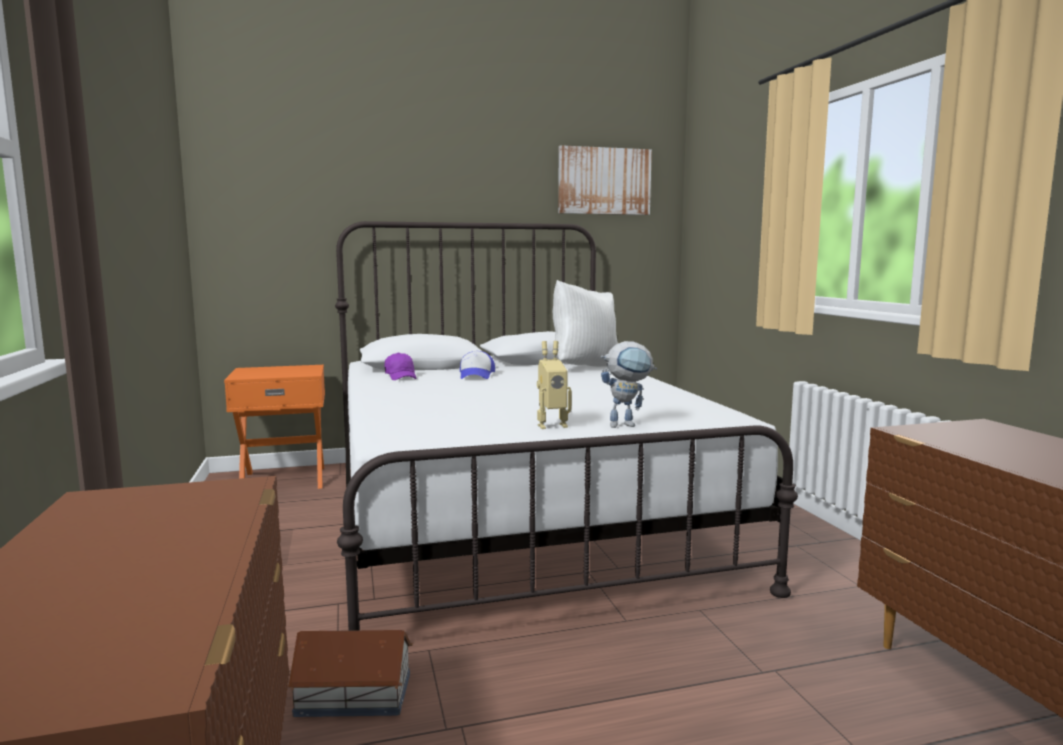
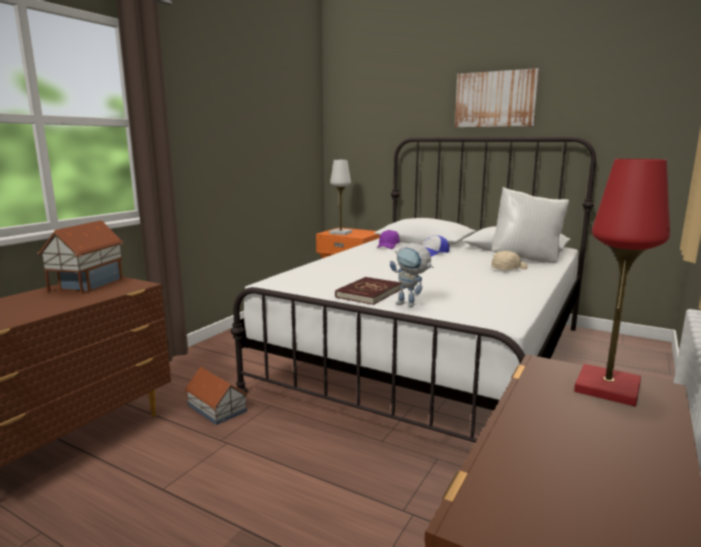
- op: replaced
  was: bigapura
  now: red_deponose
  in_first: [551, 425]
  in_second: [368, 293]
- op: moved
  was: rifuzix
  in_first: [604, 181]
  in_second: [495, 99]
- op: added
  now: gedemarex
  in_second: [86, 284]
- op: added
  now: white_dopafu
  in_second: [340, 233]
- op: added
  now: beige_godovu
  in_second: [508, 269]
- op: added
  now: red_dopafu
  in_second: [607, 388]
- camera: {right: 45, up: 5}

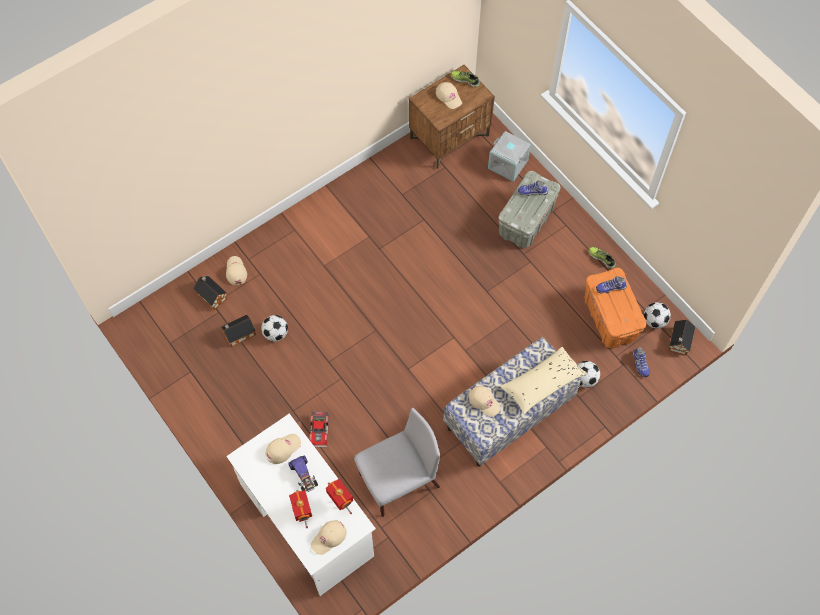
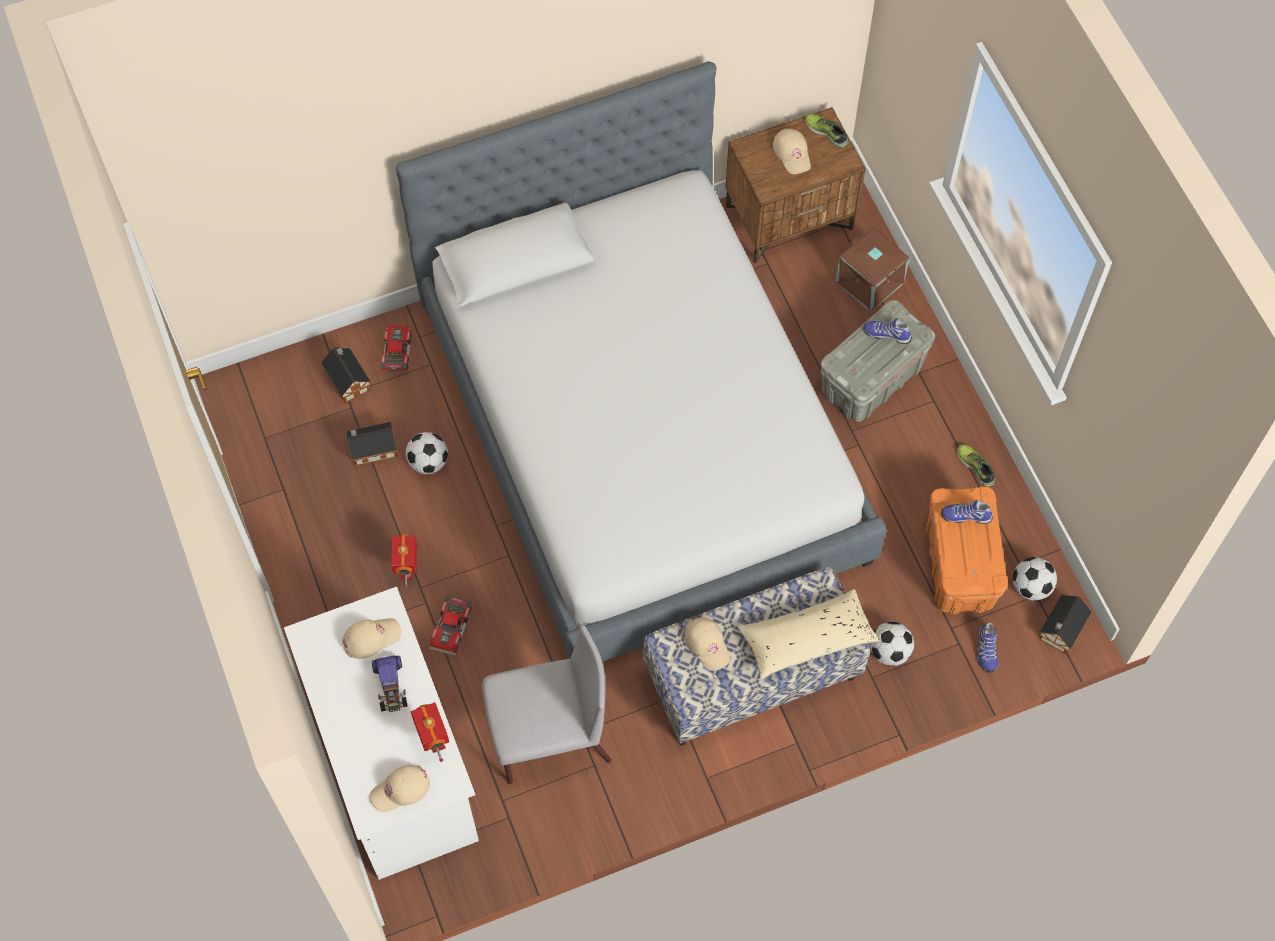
- op: replaced
  was: beige_godovu
  now: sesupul
  in_first: [235, 271]
  in_second: [395, 351]
- op: moved
  was: bigapura
  in_first: [303, 514]
  in_second: [408, 571]
- op: recoloured
  was: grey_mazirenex
  now: brown_mazirenex
  in_first: [508, 164]
  in_second: [870, 282]
- op: added
  now: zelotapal
  in_second: [642, 433]
- camera: {right: 15, up: 0}

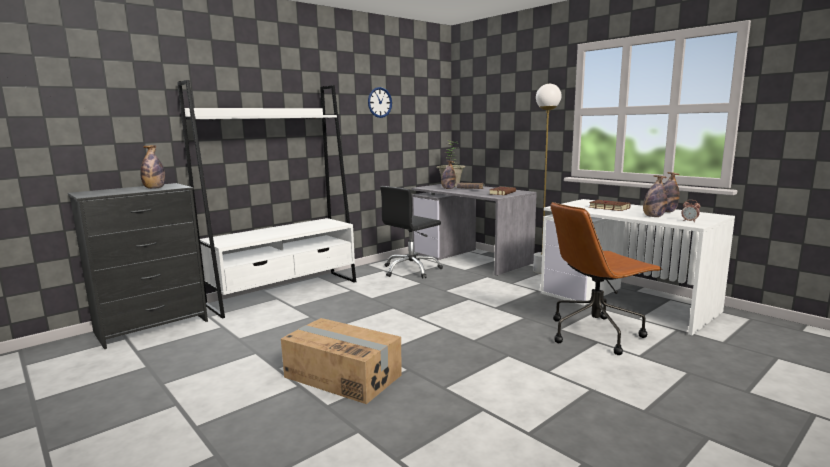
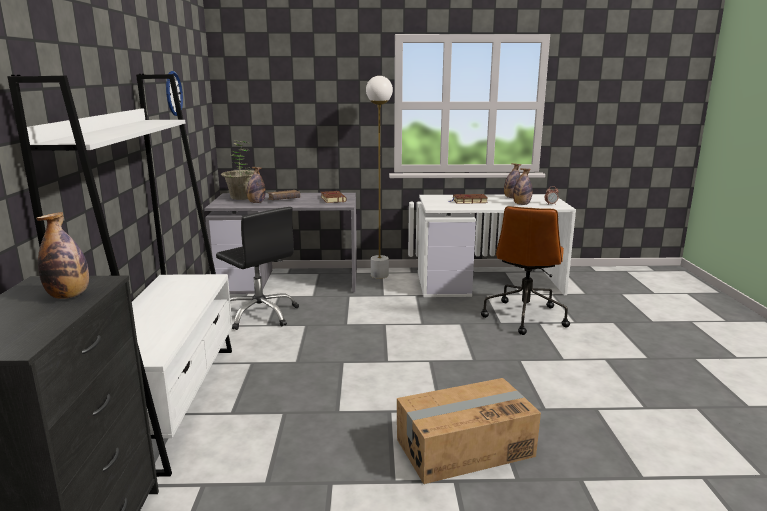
- op: turned
  was: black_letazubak
  in_first: [411, 270]
  in_second: [260, 314]
  clockwise: -45
- camera: {right: -50, up: 5}

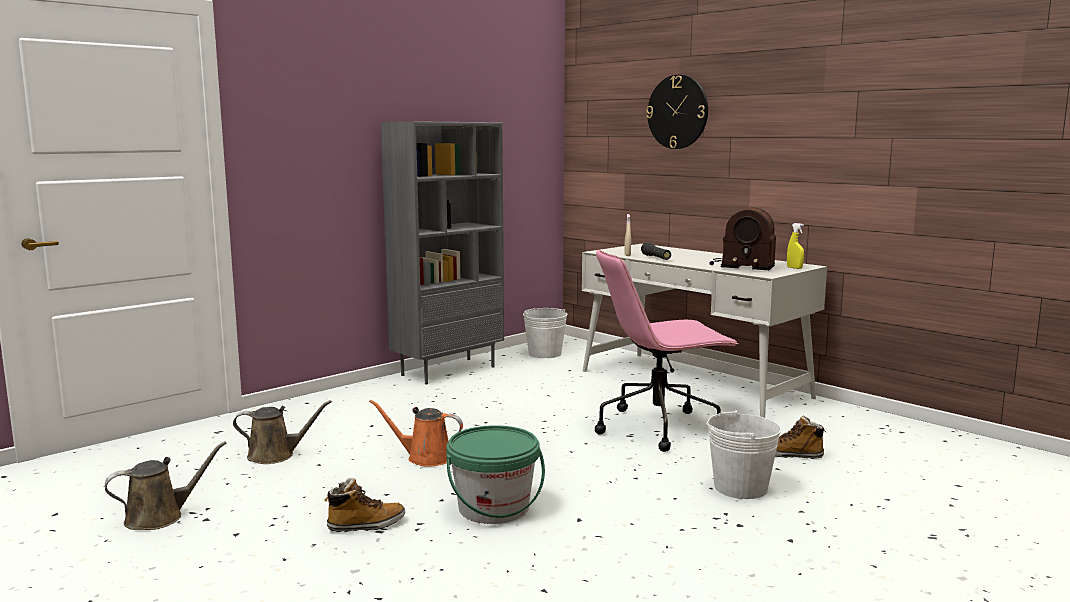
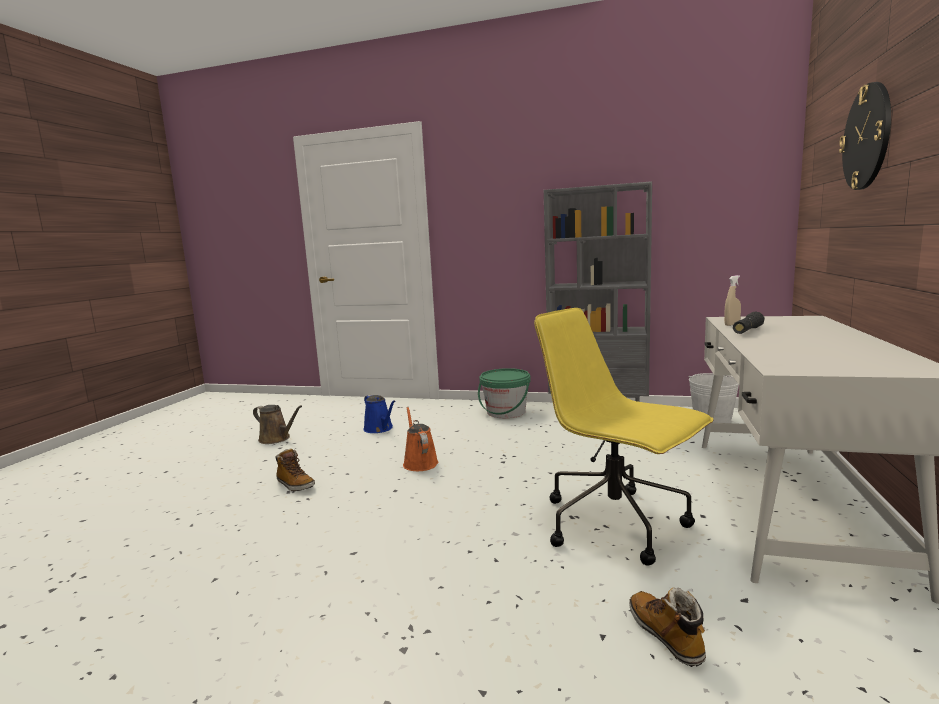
- op: recoloured
  was: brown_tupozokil
  now: blue_tupozokil
  in_first: [276, 455]
  in_second: [379, 429]
- op: moved
  was: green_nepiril
  in_first: [494, 508]
  in_second: [506, 412]
- op: recoloured
  was: pink_letazubak
  now: yellow_letazubak
  in_first: [659, 428]
  in_second: [616, 524]
- op: removed
  was: white_nepiril
  in_first: [740, 488]
- op: removed
  was: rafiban
  in_first: [741, 265]
- op: removed
  was: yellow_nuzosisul
  in_first: [794, 268]
- camera: {right: 60, up: 0}

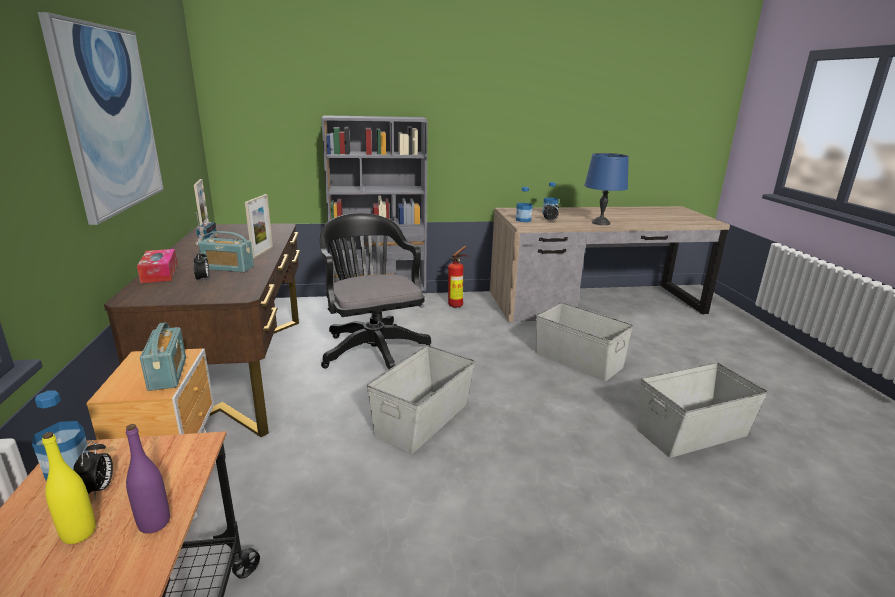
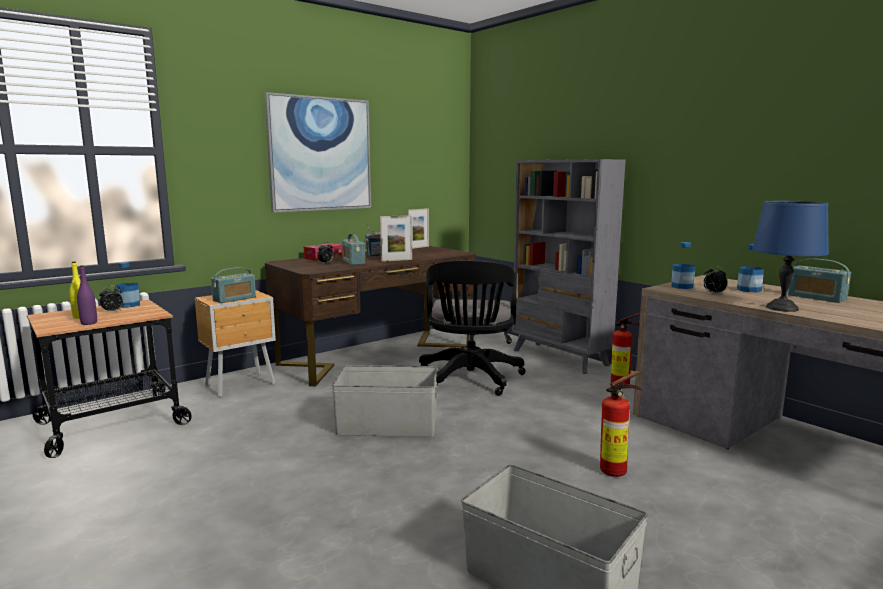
- op: turned
  was: black_letazubak
  in_first: [372, 349]
  in_second: [470, 379]
  clockwise: 150
- op: replaced
  was: grey_mazirenex
  now: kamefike
  in_first: [578, 359]
  in_second: [617, 472]
- op: added
  now: rafiban
  in_second: [816, 297]
- camera: {right: 60, up: -10}

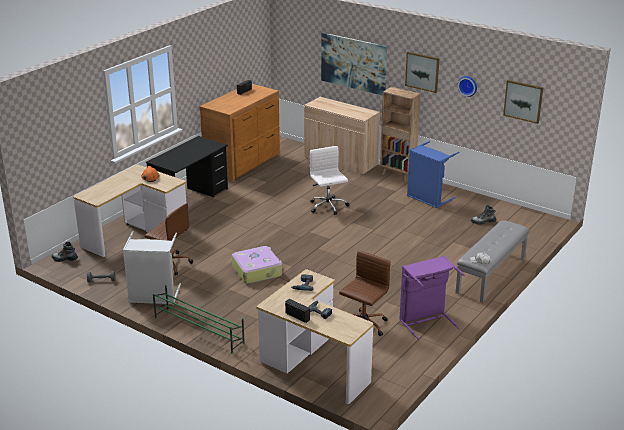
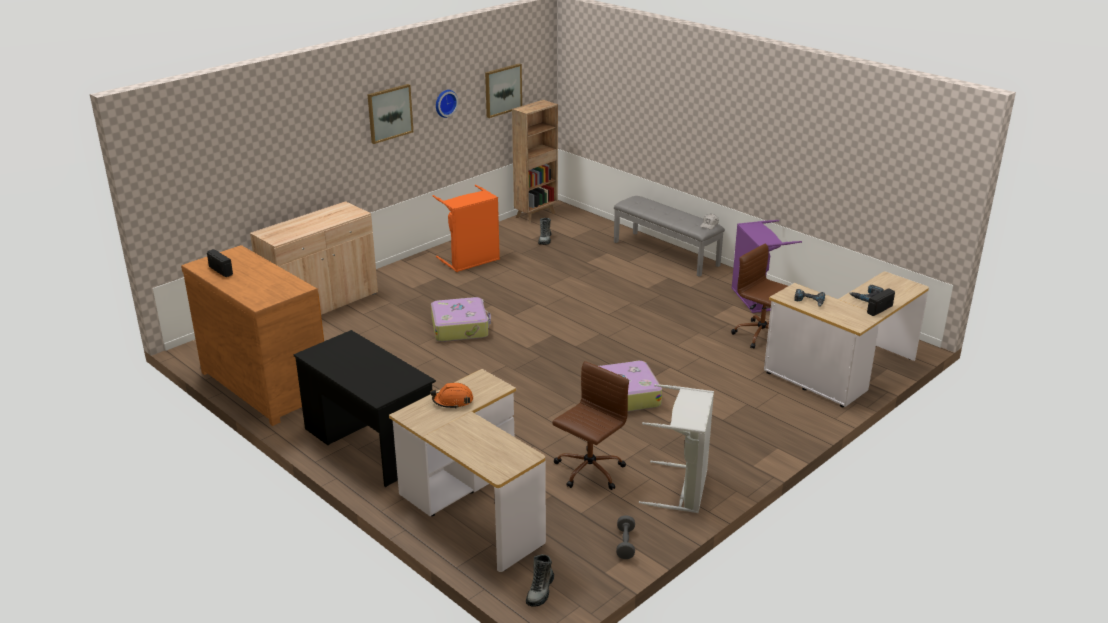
- op: removed
  was: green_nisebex
  in_first: [198, 330]
- op: replaced
  was: white_letazubak
  now: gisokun
  in_first: [328, 207]
  in_second: [460, 327]
- op: removed
  was: rifuzix
  in_first: [353, 63]
- op: moved
  was: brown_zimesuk
  in_first: [397, 175]
  in_second: [536, 215]
- op: recoloured
  was: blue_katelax
  now: orange_katelax
  in_first: [428, 198]
  in_second: [471, 261]
- camera: {right: -80, up: 0}

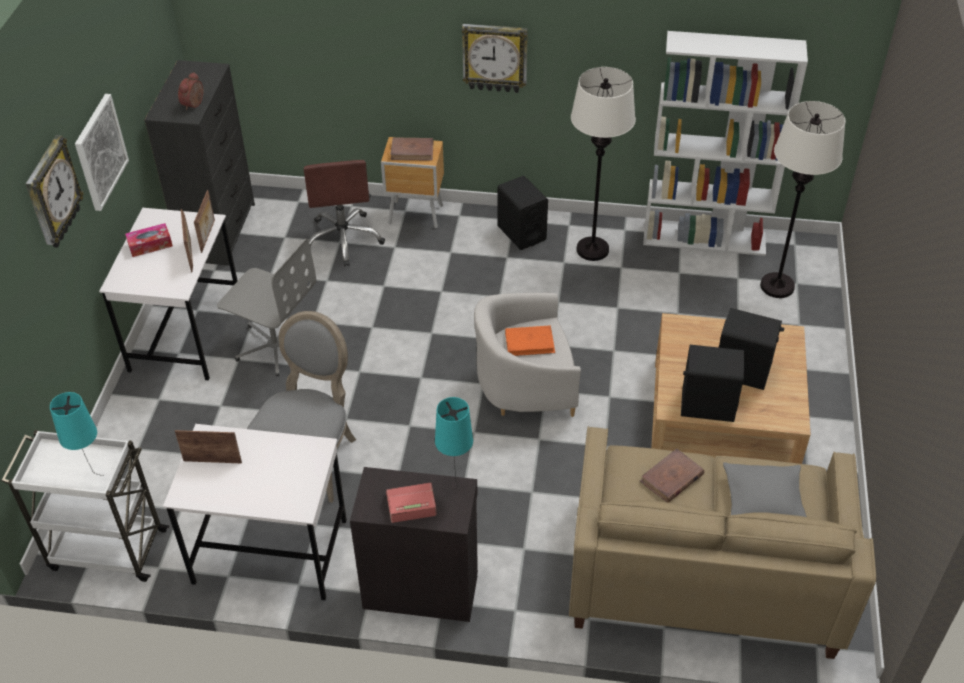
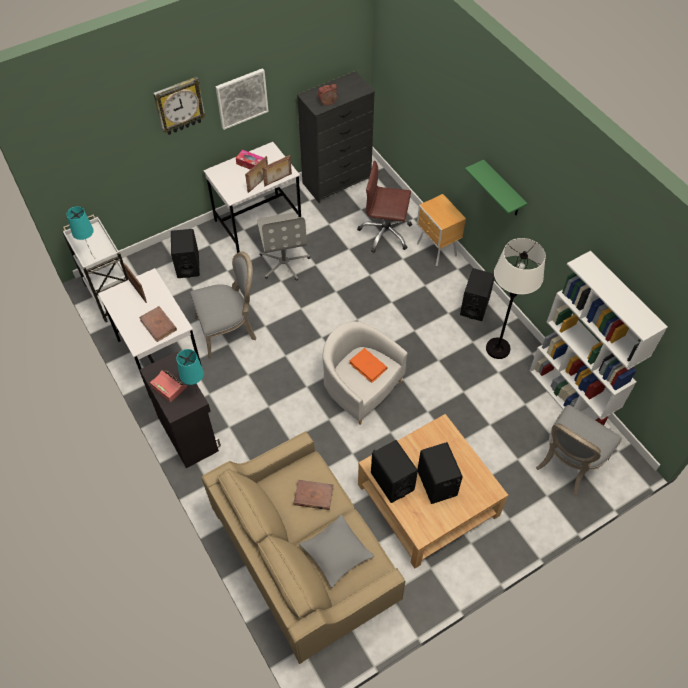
- op: turned
  was: brown_letazubak
  in_first: [344, 239]
  in_second: [385, 233]
  clockwise: 60
- op: moved
  was: brown_deponose
  in_first: [412, 151]
  in_second: [158, 325]
- op: replaced
  was: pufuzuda
  now: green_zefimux
  in_first: [495, 57]
  in_second: [503, 190]
- op: replaced
  was: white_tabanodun
  now: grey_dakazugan
  in_first: [777, 286]
  in_second: [568, 463]
- op: added
  now: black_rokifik
  in_second: [188, 265]
- camera: {right: 50, up: 10}

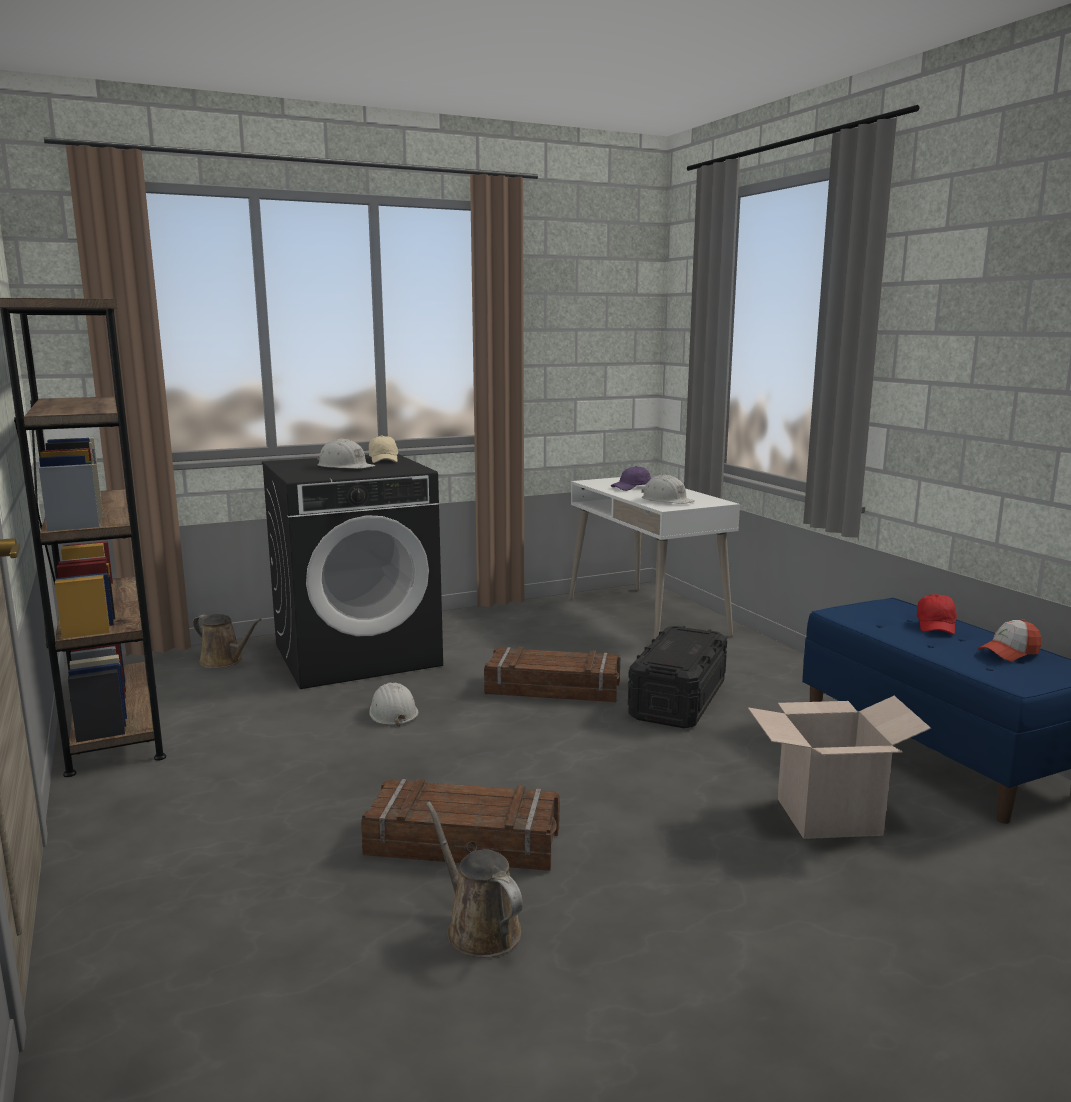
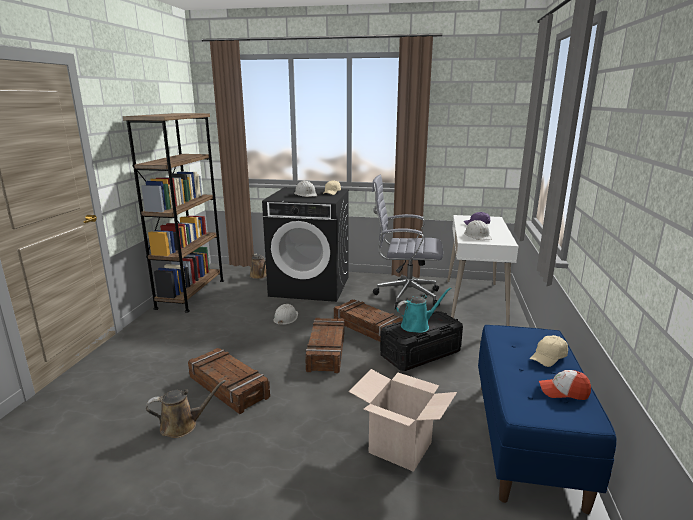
- op: turned
  was: brown_tupozokil
  in_first: [479, 928]
  in_second: [182, 425]
  clockwise: 75
- op: recoloured
  was: red_godovu
  now: beige_godovu
  in_first: [936, 626]
  in_second: [548, 357]
- op: added
  now: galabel
  in_second: [327, 351]
- op: added
  now: grey_letazubak
  in_second: [404, 296]
- op: added
  now: turquoise_tupozokil
  in_second: [417, 325]
- camera: {right: 35, up: 5}

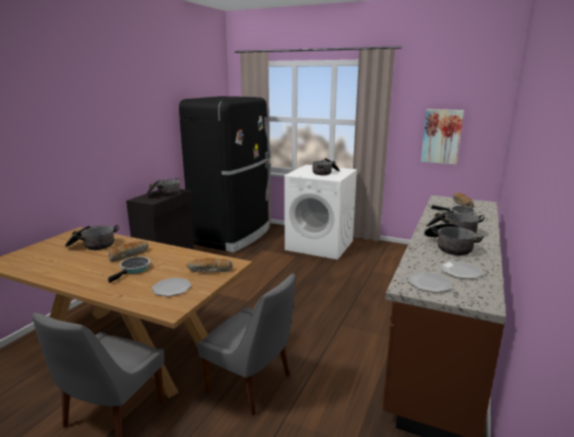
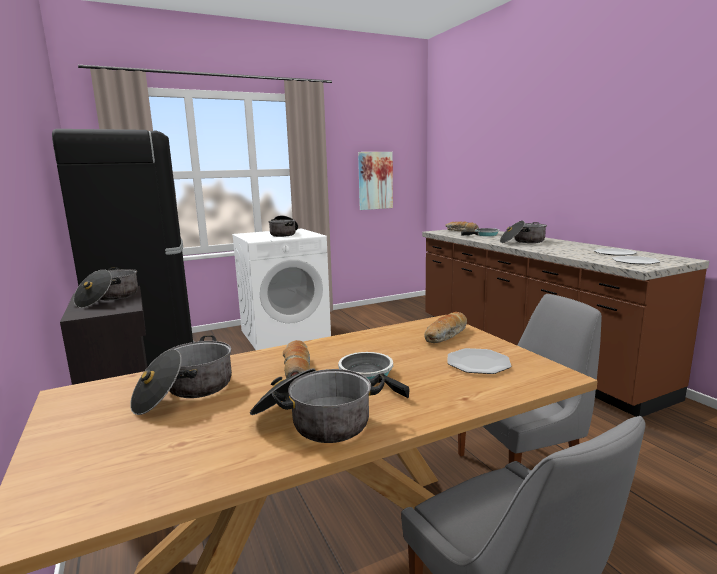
- op: moved
  was: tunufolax
  in_first: [449, 246]
  in_second: [314, 422]
- camera: {right: -50, up: -5}

